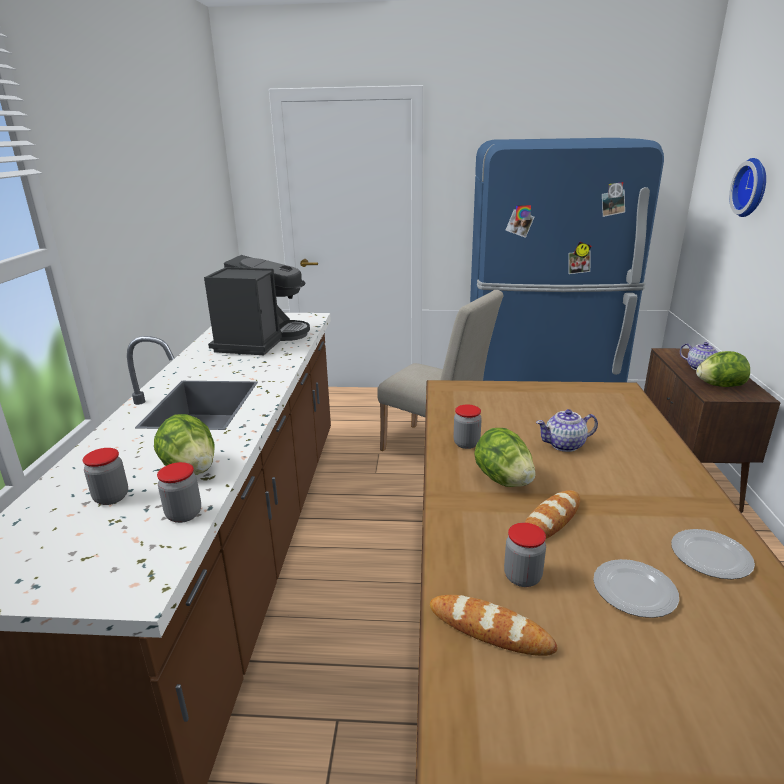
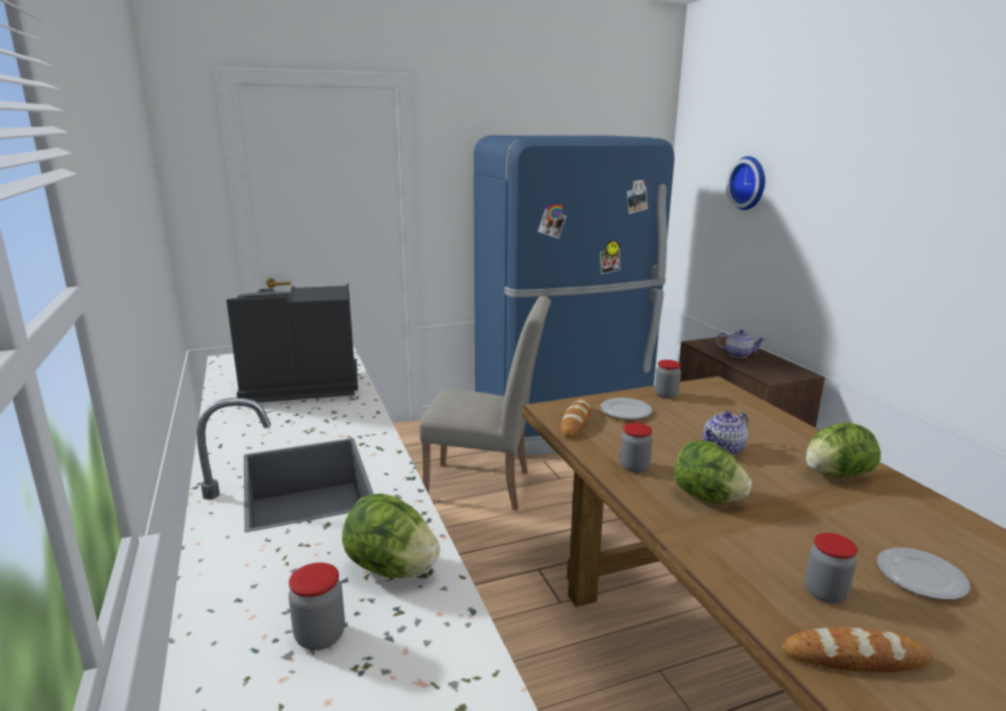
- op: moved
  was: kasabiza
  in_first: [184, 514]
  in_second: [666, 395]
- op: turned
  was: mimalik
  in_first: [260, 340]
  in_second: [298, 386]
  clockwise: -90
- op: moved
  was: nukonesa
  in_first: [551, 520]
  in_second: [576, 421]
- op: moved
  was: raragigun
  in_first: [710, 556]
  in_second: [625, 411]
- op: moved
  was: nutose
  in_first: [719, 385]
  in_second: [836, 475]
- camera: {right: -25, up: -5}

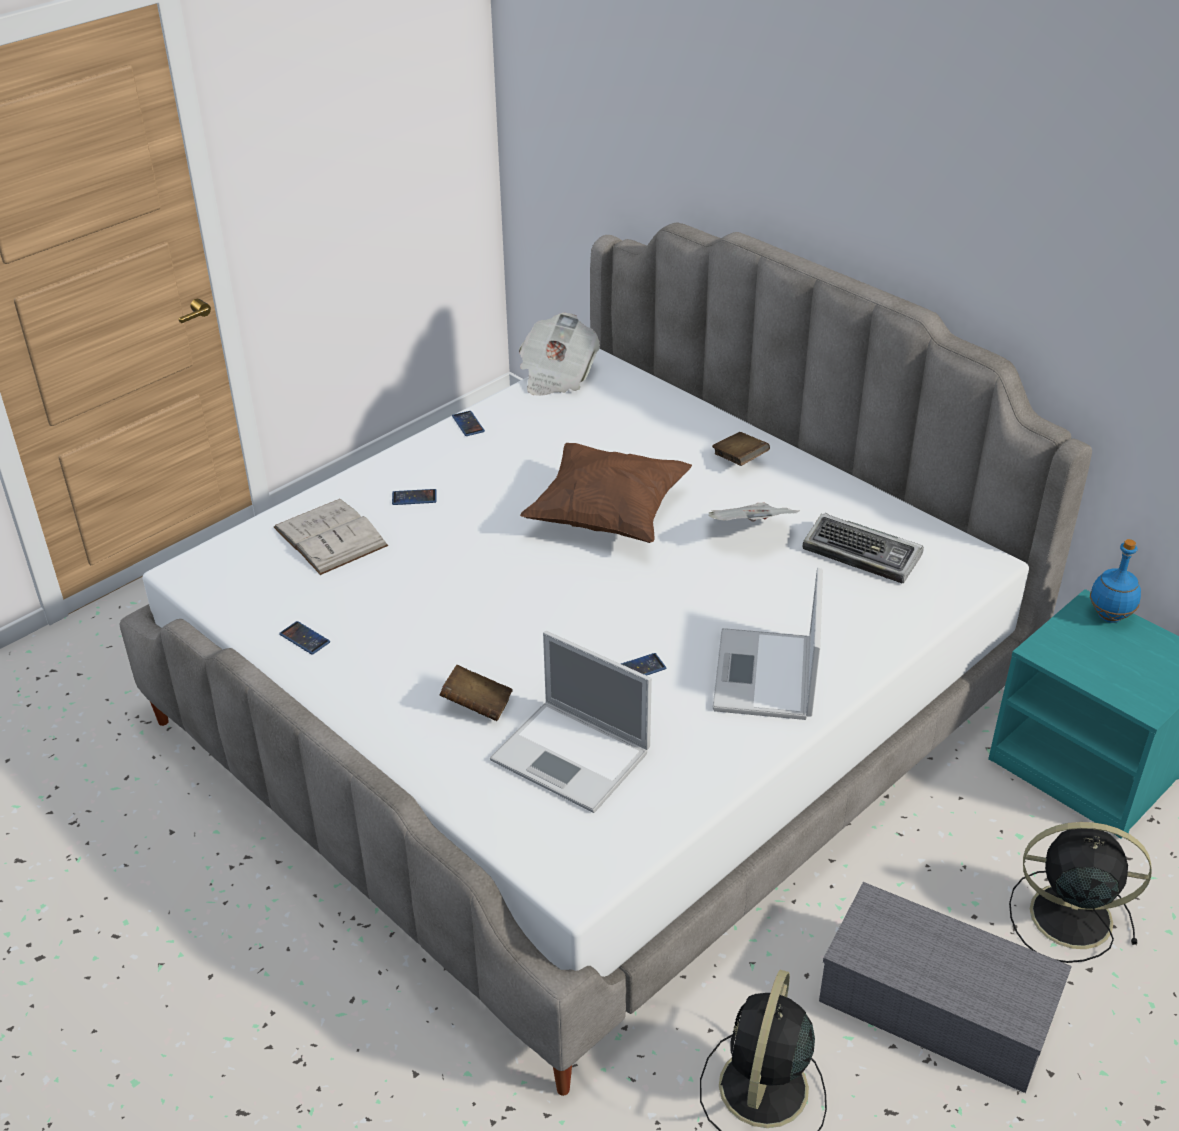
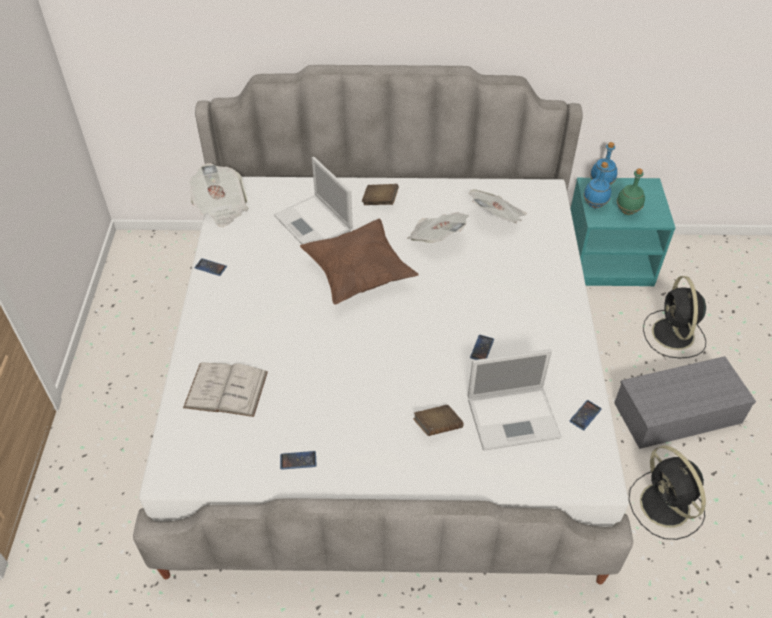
- op: moved
  was: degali
  in_first: [414, 497]
  in_second: [585, 415]
- op: moved
  was: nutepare
  in_first: [765, 677]
  in_second: [314, 224]
- op: replaced
  was: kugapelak
  now: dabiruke
  in_first: [863, 554]
  in_second: [497, 218]
- op: turned
  was: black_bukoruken
  in_first: [1066, 915]
  in_second: [673, 335]
  clockwise: -60
- op: added
  now: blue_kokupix
  in_second: [595, 205]
- op: added
  now: green_kokupix
  in_second: [627, 212]
- camera: {right: -45, up: 10}

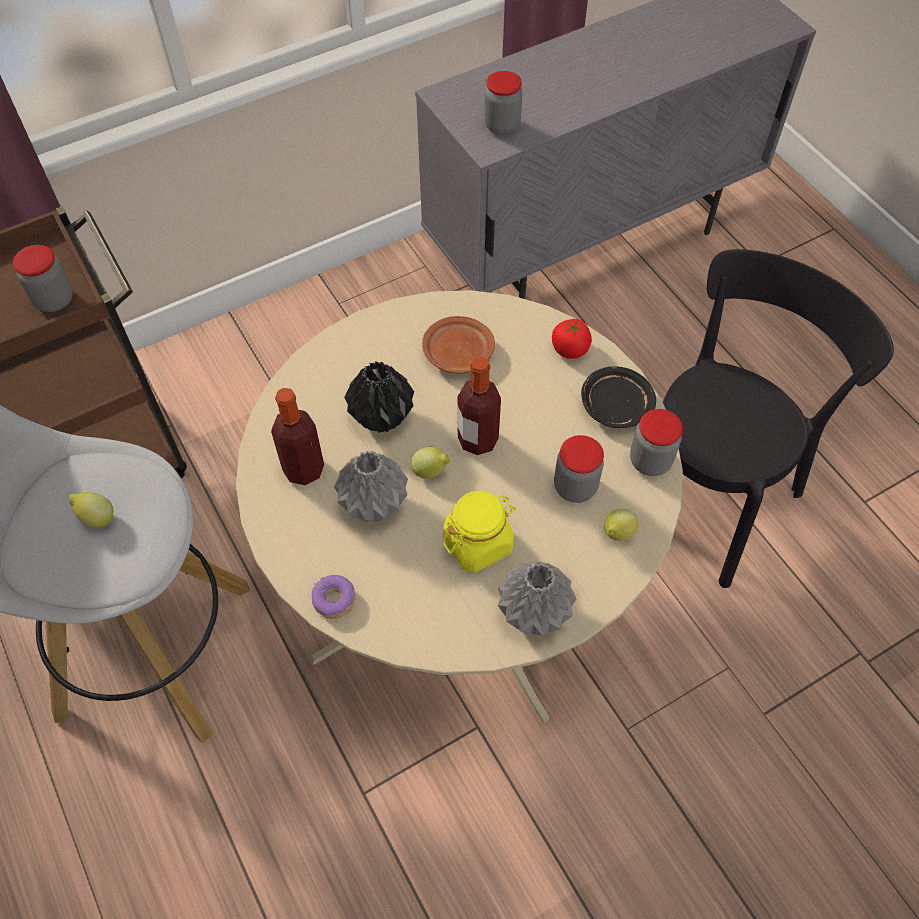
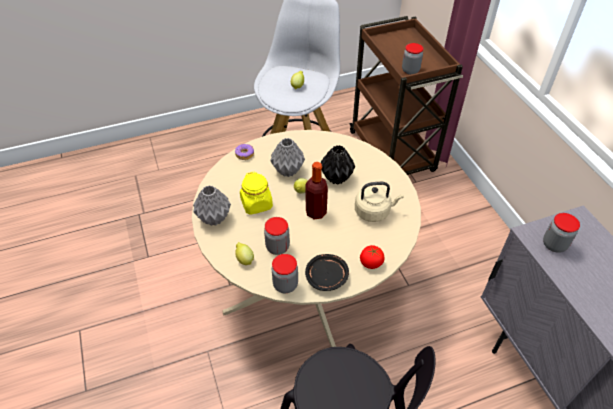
- op: removed
  was: kokupix
  in_first: [303, 469]
- op: replaced
  was: brown_raragigun
  now: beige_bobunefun
  in_first: [457, 353]
  in_second: [374, 211]
- camera: {right: 100, up: -10}

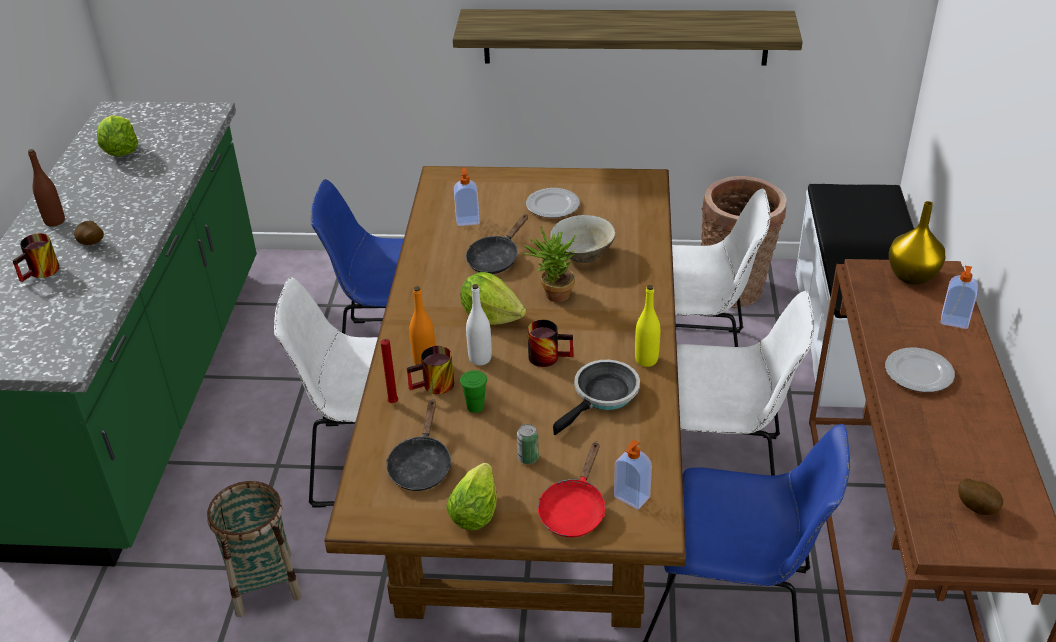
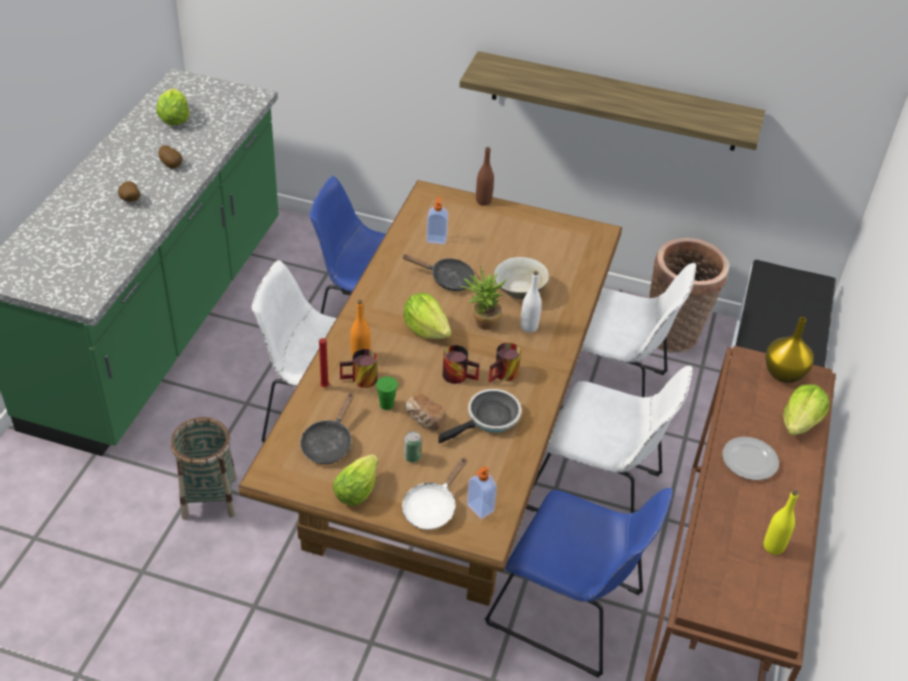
- op: moved
  was: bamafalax
  in_first: [42, 273]
  in_second: [504, 375]
- op: moved
  was: brown_kokupix
  in_first: [55, 221]
  in_second: [483, 201]
- op: turned
  was: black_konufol
  in_first: [496, 259]
  in_second: [447, 279]
  clockwise: -120
- op: moved
  was: white_kokupix
  in_first: [480, 358]
  in_second: [529, 327]
- op: removed
  was: raragigun
  in_first: [553, 206]
- op: recoloured
  was: red_konufol
  now: white_konufol
  in_first: [574, 510]
  in_second: [432, 507]
- op: moved
  was: yellow_kokupix
  in_first: [646, 360]
  in_second: [773, 546]
- op: replaced
  was: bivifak
  now: nutose
  in_first: [954, 322]
  in_second: [800, 423]
- op: moved
  was: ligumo
  in_first: [977, 507]
  in_second: [172, 165]
- op: added
  now: nukonesa
  in_second: [424, 419]
- camera: {right: 10, up: 5}

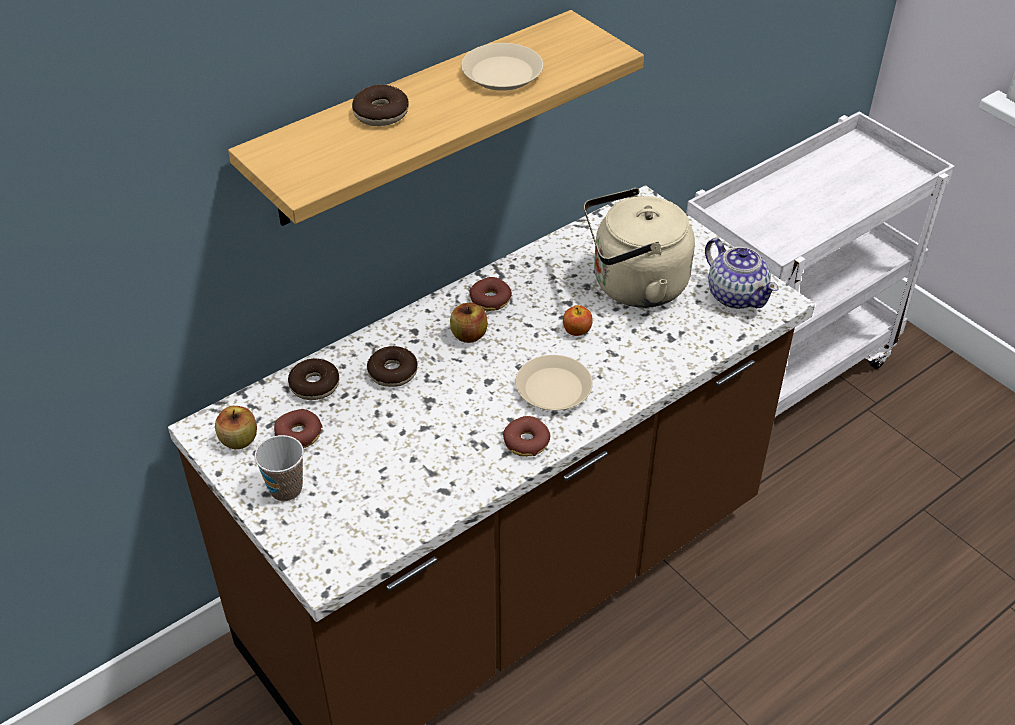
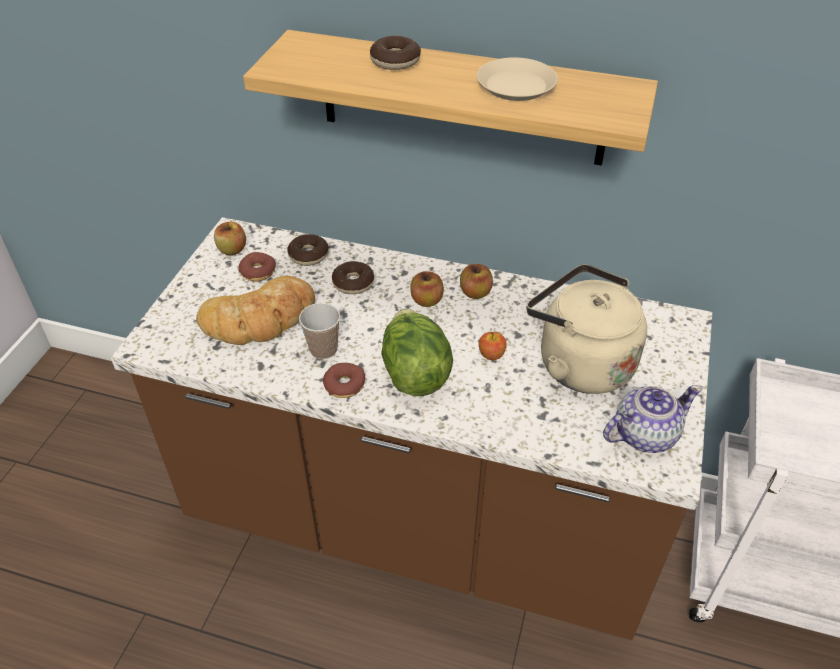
- op: moved
  was: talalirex
  in_first: [286, 489]
  in_second: [323, 349]
- op: replaced
  was: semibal
  now: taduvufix
  in_first: [490, 300]
  in_second: [475, 292]
- op: replaced
  was: beige_raragigun
  now: nutose
  in_first: [554, 389]
  in_second: [414, 373]
- op: turned
  was: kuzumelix
  in_first: [736, 295]
  in_second: [644, 434]
  clockwise: -135
- op: added
  now: nukonesa
  in_second: [260, 319]
- camera: {right: 55, up: 0}

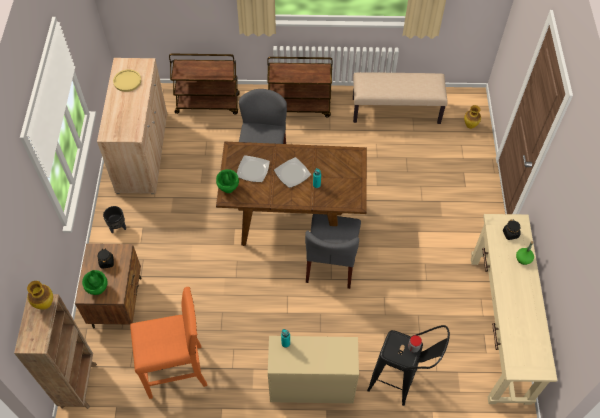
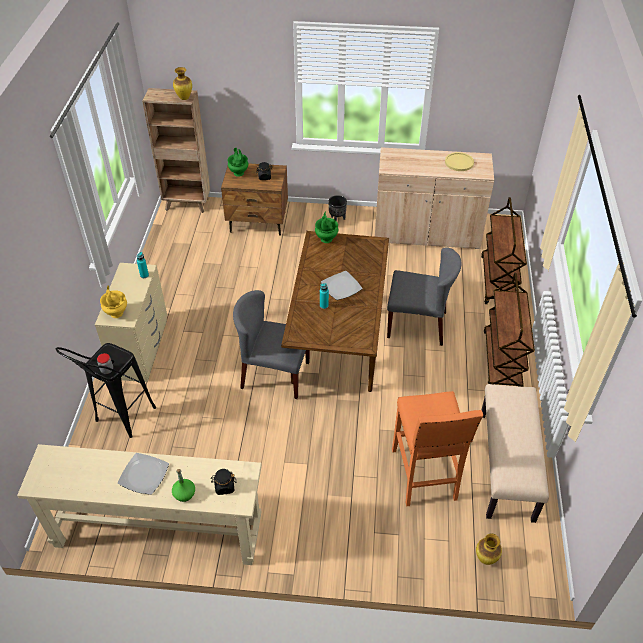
- op: moved
  was: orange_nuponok
  in_first: [177, 370]
  in_second: [424, 476]
- op: moved
  was: raragigun
  in_first: [252, 170]
  in_second: [144, 474]
- op: added
  now: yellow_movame
  in_second: [116, 313]
- camera: {right: 95, up: -10}

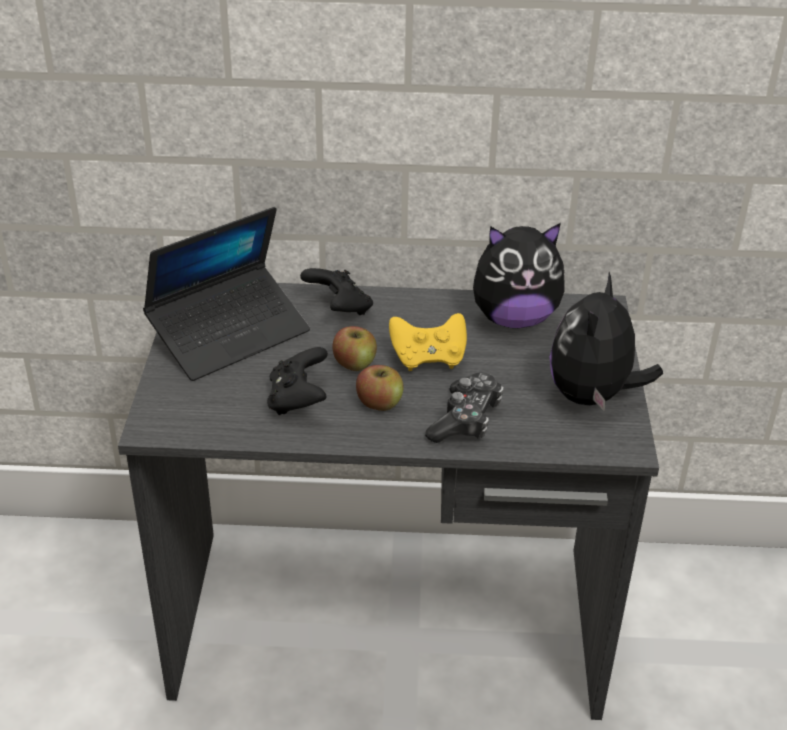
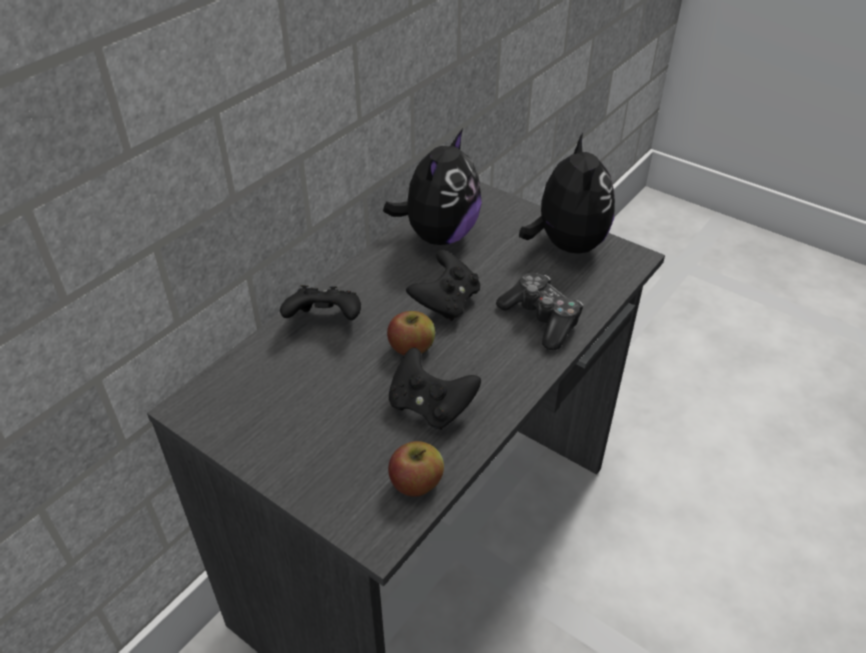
- op: removed
  was: nutepare
  in_first: [229, 334]
- op: moved
  was: taduvufix
  in_first: [379, 403]
  in_second: [416, 482]
- op: recoloured
  was: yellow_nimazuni
  now: black_nimazuni
  in_first: [428, 359]
  in_second: [446, 302]
- op: turned
  was: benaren
  in_first: [593, 396]
  in_second: [566, 244]
  clockwise: -150
- camera: {right: -55, up: 5}

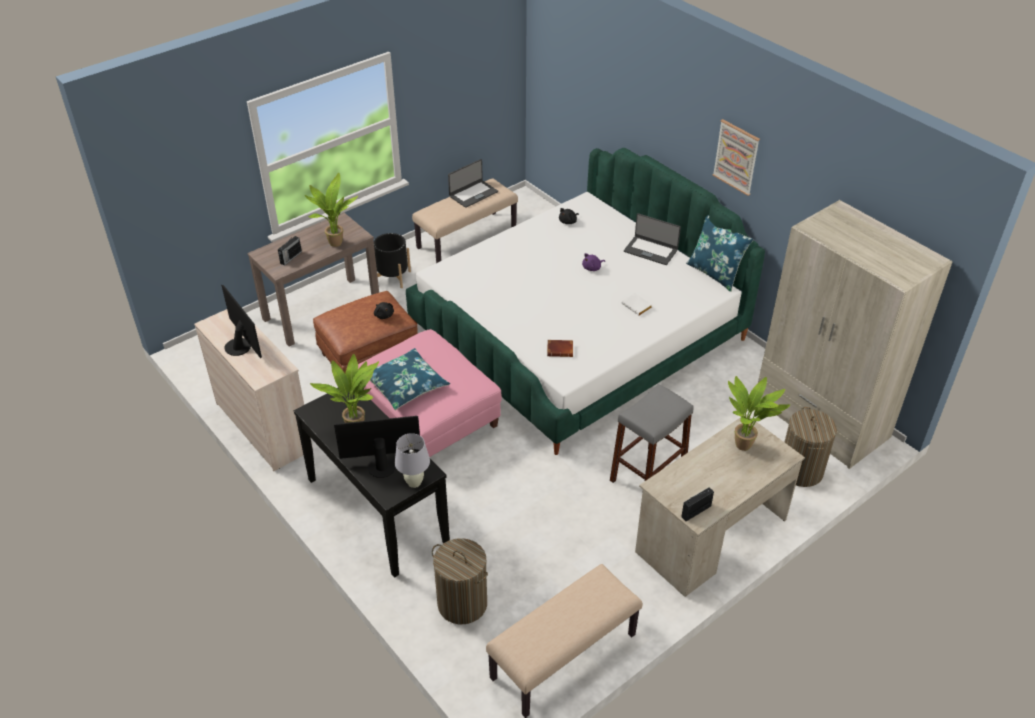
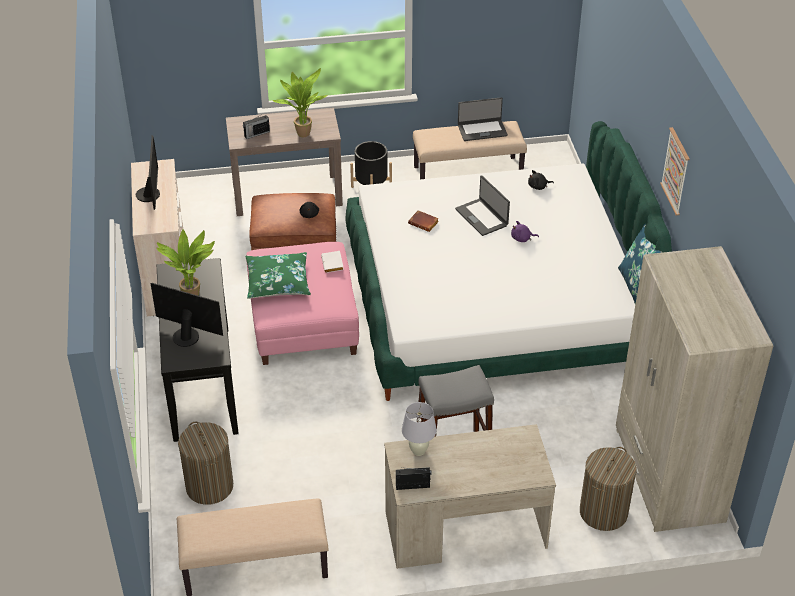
- op: recoloured
  was: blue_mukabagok
  now: green_mukabagok
  in_first: [406, 385]
  in_second: [278, 282]
- op: moved
  was: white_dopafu
  in_first: [414, 483]
  in_second: [418, 451]
- op: moved
  was: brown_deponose
  in_first: [560, 350]
  in_second: [424, 223]
- op: moved
  was: white_deponose
  in_first: [637, 306]
  in_second: [333, 264]
- op: moved
  was: nutepare
  in_first: [651, 250]
  in_second: [482, 217]
- op: removed
  was: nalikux
  in_first: [745, 445]
- camera: {right: 30, up: 0}

